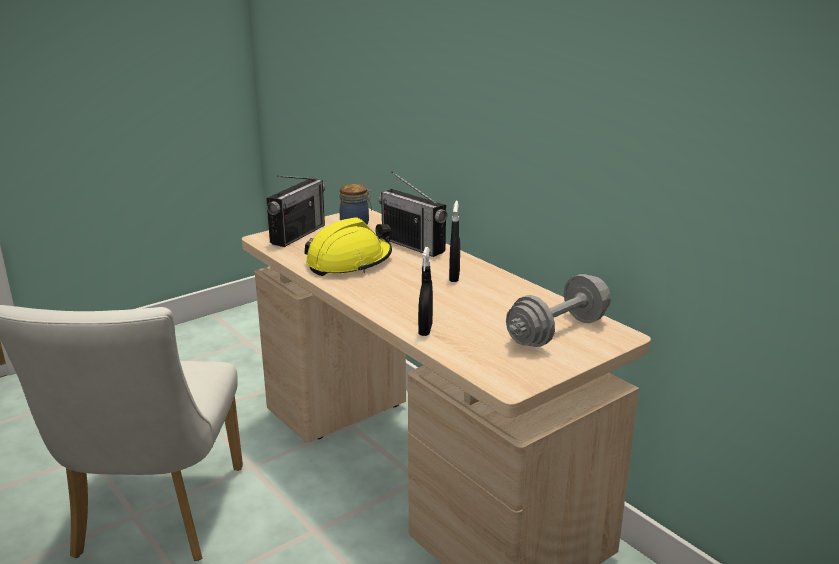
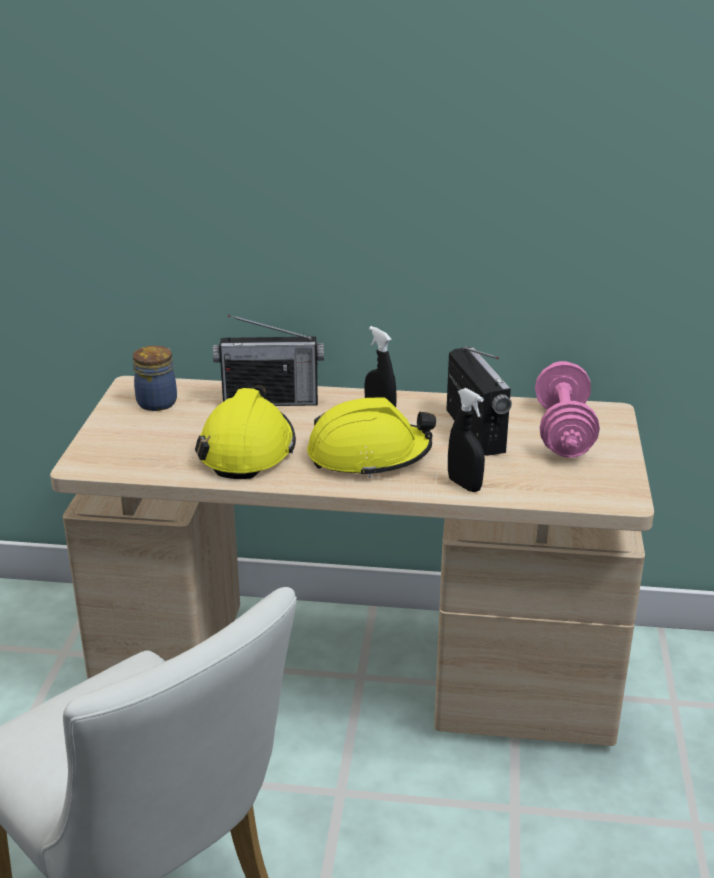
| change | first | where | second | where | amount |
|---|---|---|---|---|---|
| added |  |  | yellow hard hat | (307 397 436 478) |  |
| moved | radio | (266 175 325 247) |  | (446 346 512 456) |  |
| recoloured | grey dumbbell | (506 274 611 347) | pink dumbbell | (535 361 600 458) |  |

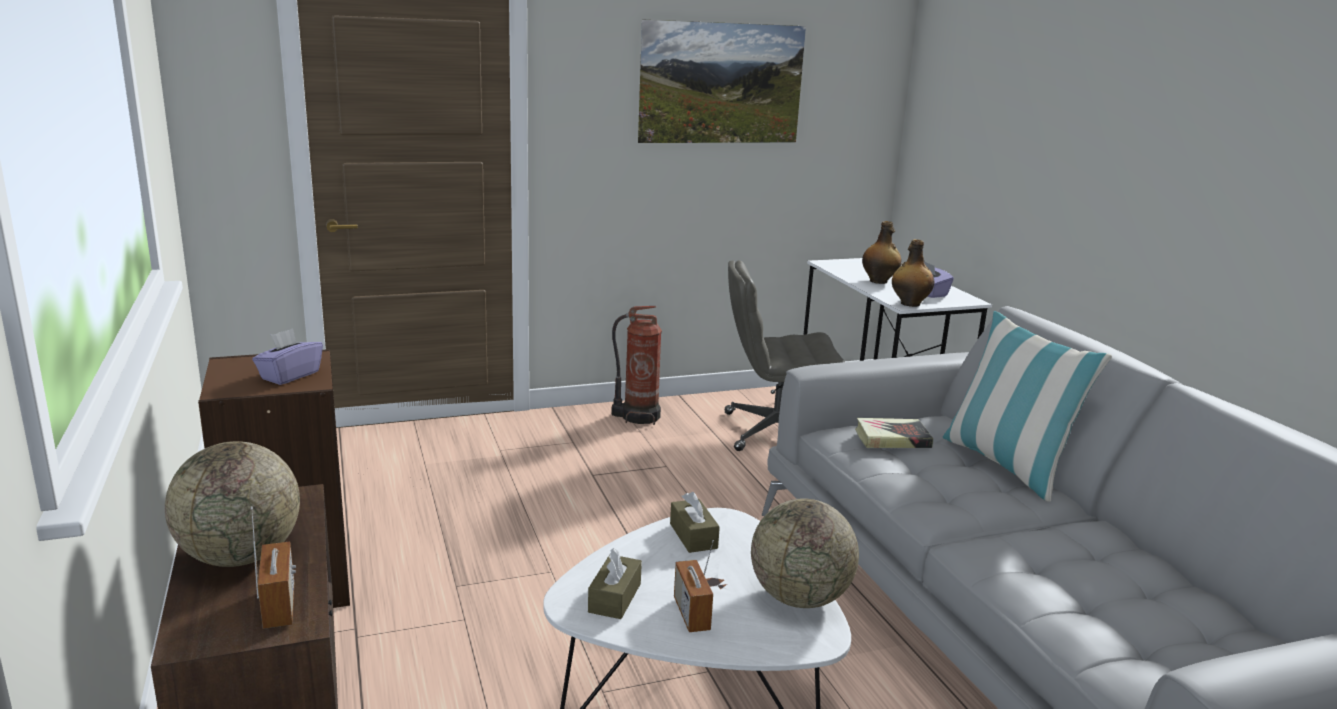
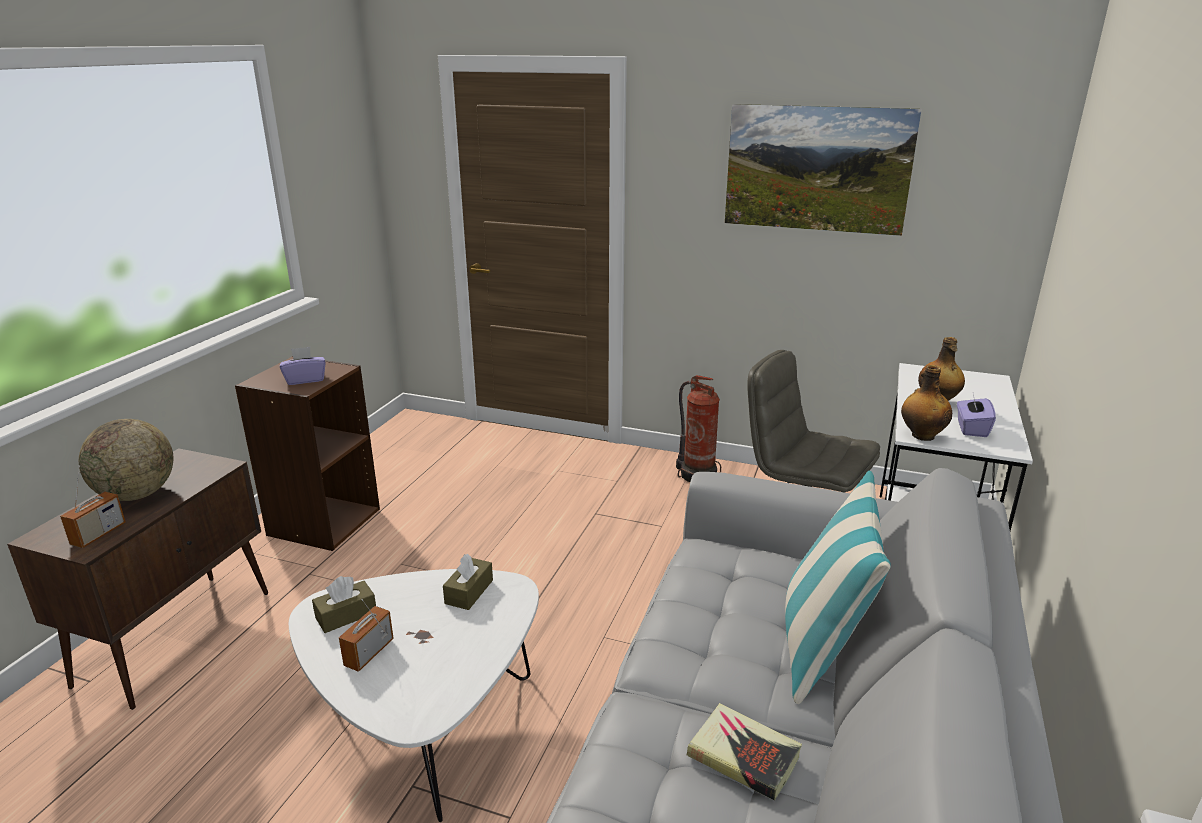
| change | first | where | second | where | amount |
|---|---|---|---|---|---|
| moved | book | (855 418 933 448) |  | (687 703 802 801) |  |
| removed | globe | (751 498 859 608) |  |  |  |

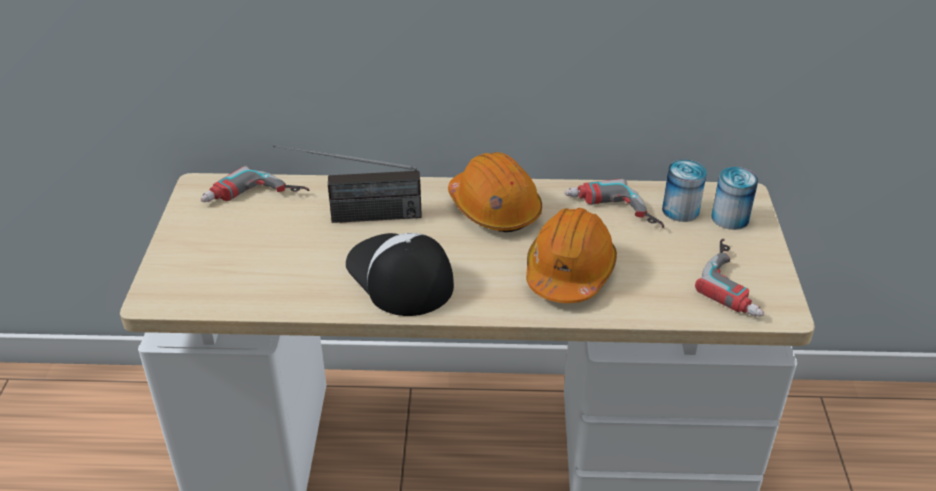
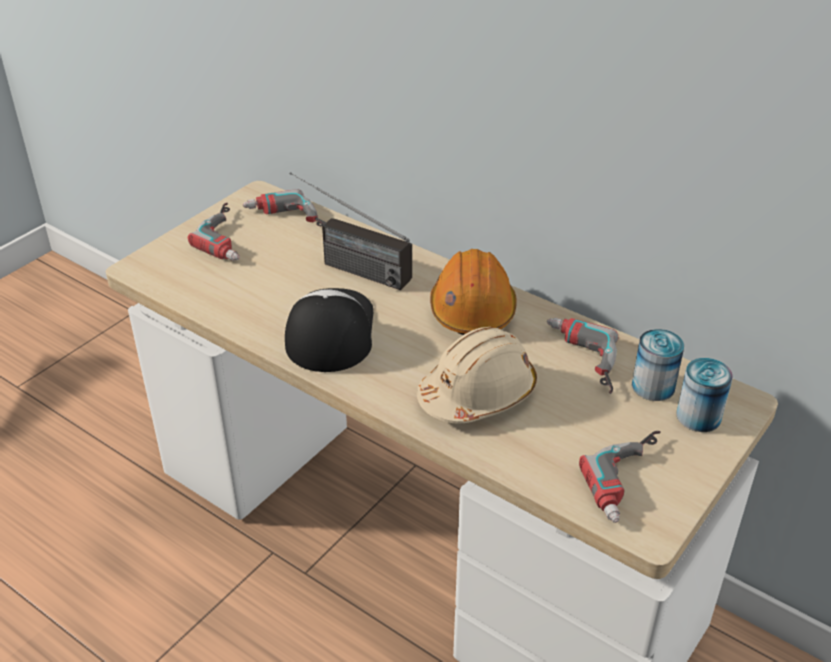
| change | first | where | second | where | amount |
|---|---|---|---|---|---|
| added |  |  | power drill | (188 203 240 261) |  |
| recoloured | orange hard hat | (526 208 617 303) | beige hard hat | (417 327 537 423) |  |

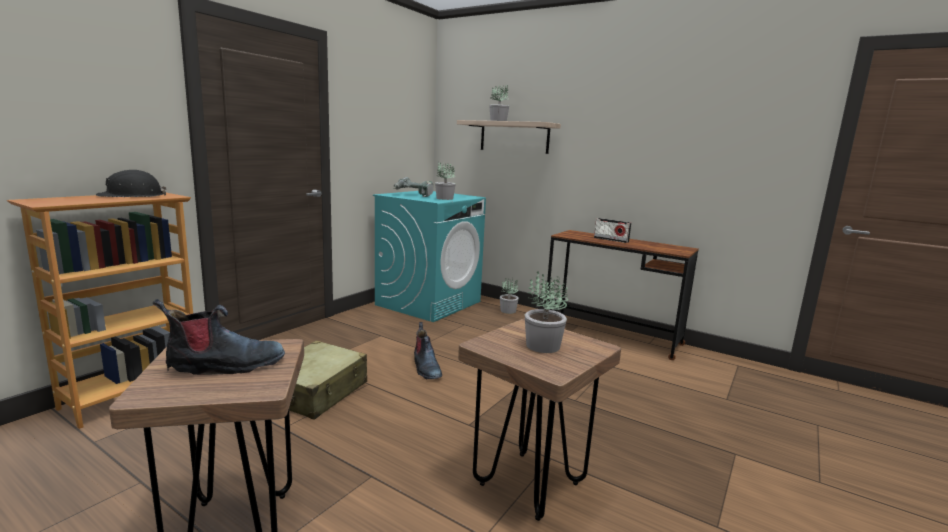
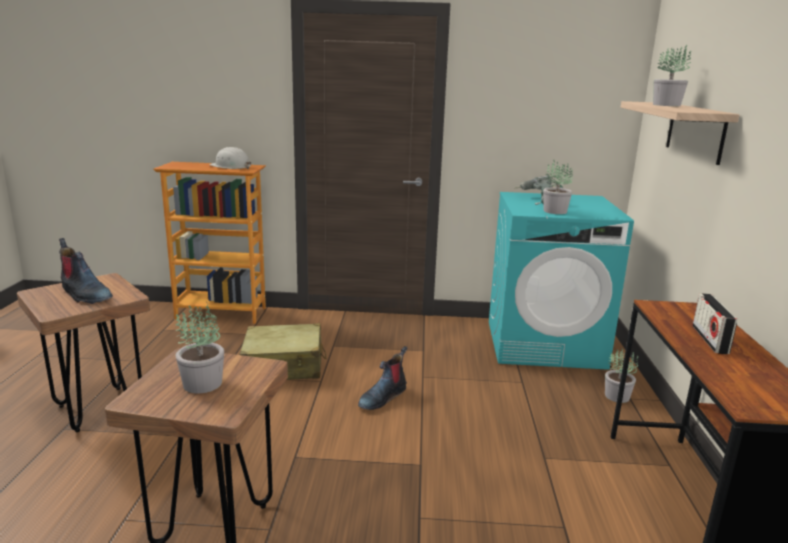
| change | first | where | second | where | amount |
|---|---|---|---|---|---|
| recoloured | black hard hat | (96 170 167 197) | white hard hat | (209 147 252 169) |  |

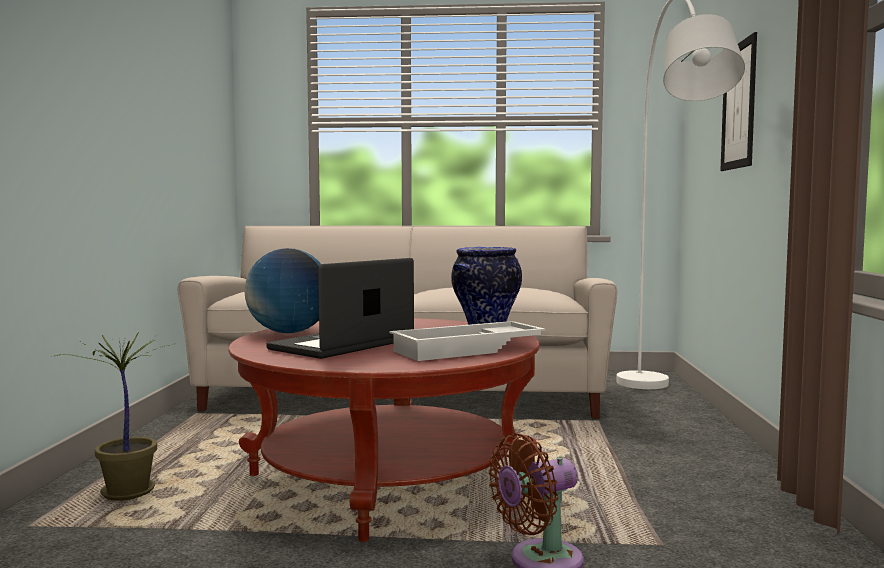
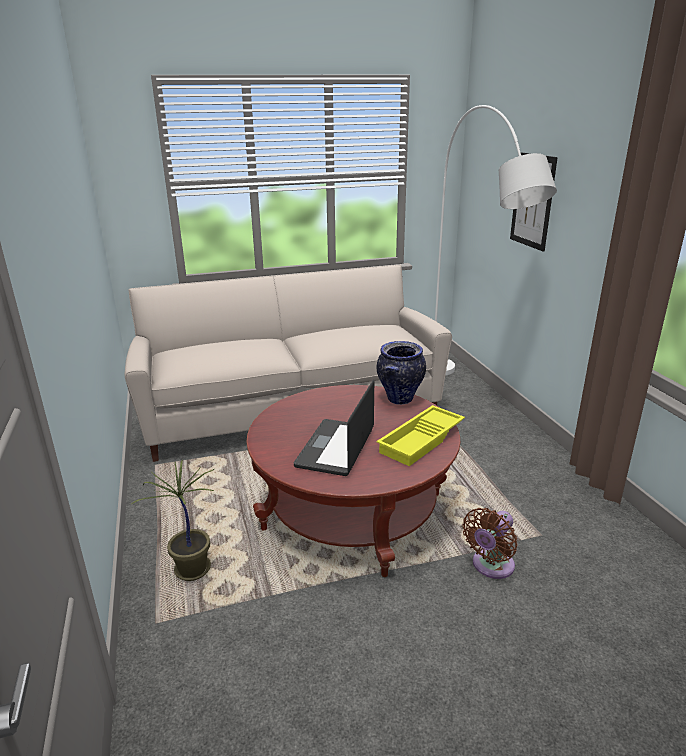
| change | first | where | second | where | amount |
|---|---|---|---|---|---|
| recoloured | white tray | (389 321 545 361) | yellow tray | (376 405 465 466) |  |
| removed | globe | (245 248 321 333) |  |  |  |

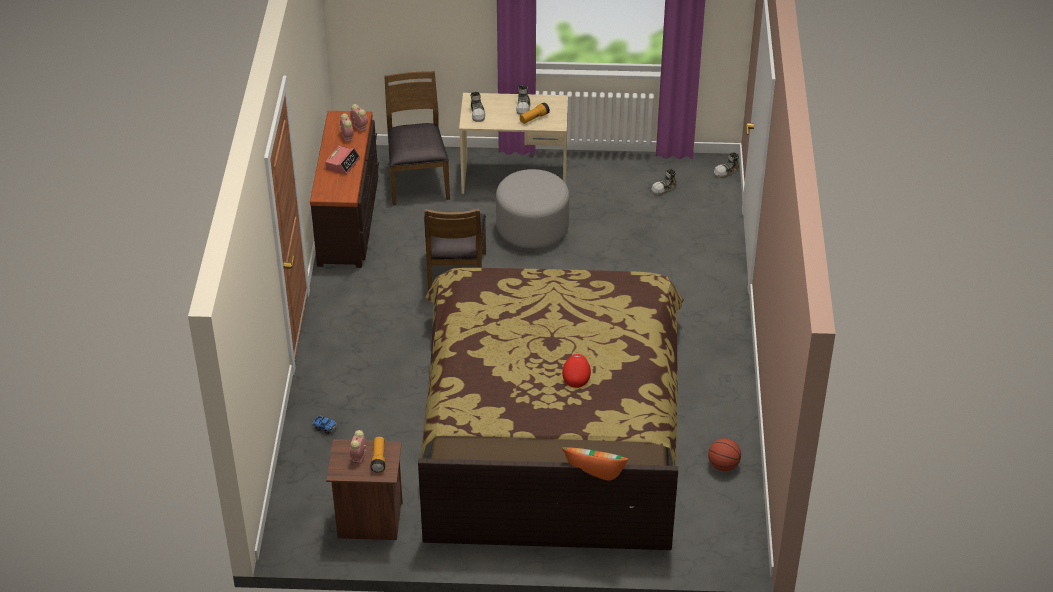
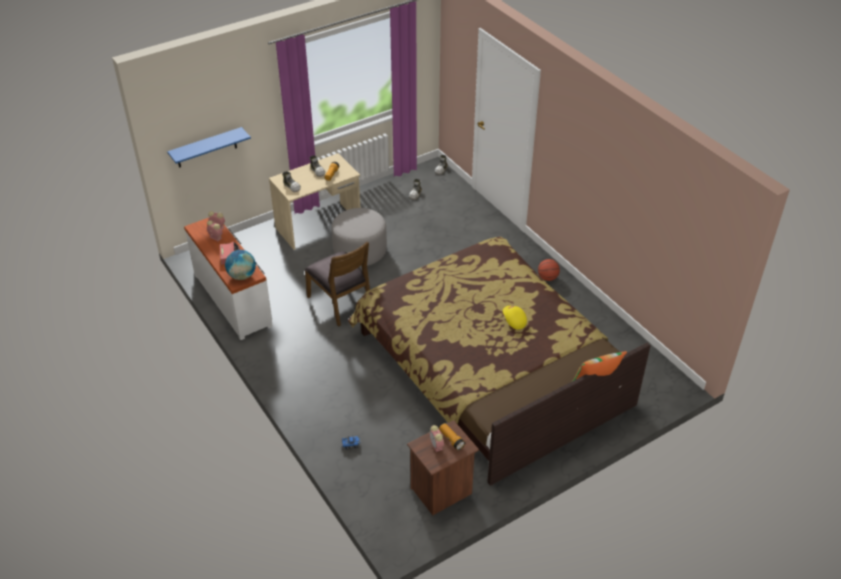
| change | first | where | second | where | amount |
|---|---|---|---|---|---|
| added |  |  | blue shelf | (167 127 251 168) |  |
| recoloured | brown dresser | (310 111 379 268) | white dresser | (184 218 273 340) |  |
| added |  |  | globe | (225 250 256 280) |  |
| recoloured | red cap | (562 354 591 388) | yellow cap | (503 306 527 330) |  |
| moved | basketball | (708 438 741 471) |  | (538 259 560 281) |  |
| removed | brown chair | (384 71 450 205) |  |  |  |

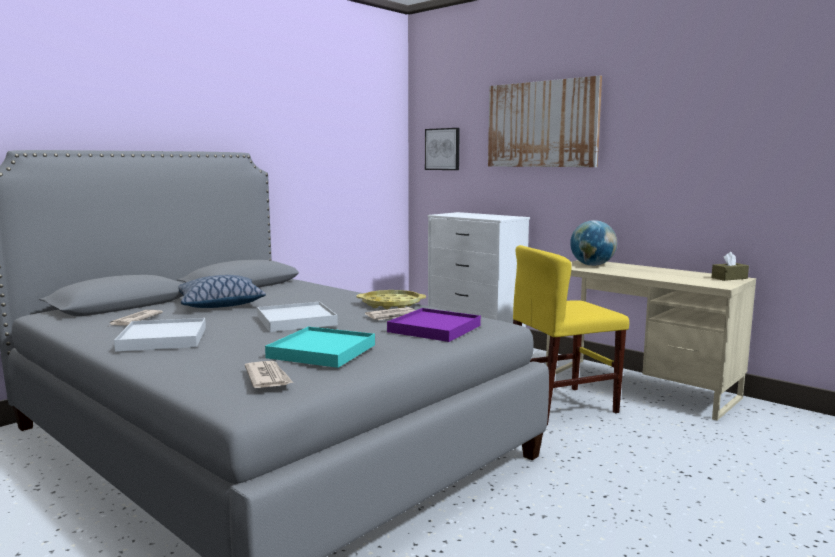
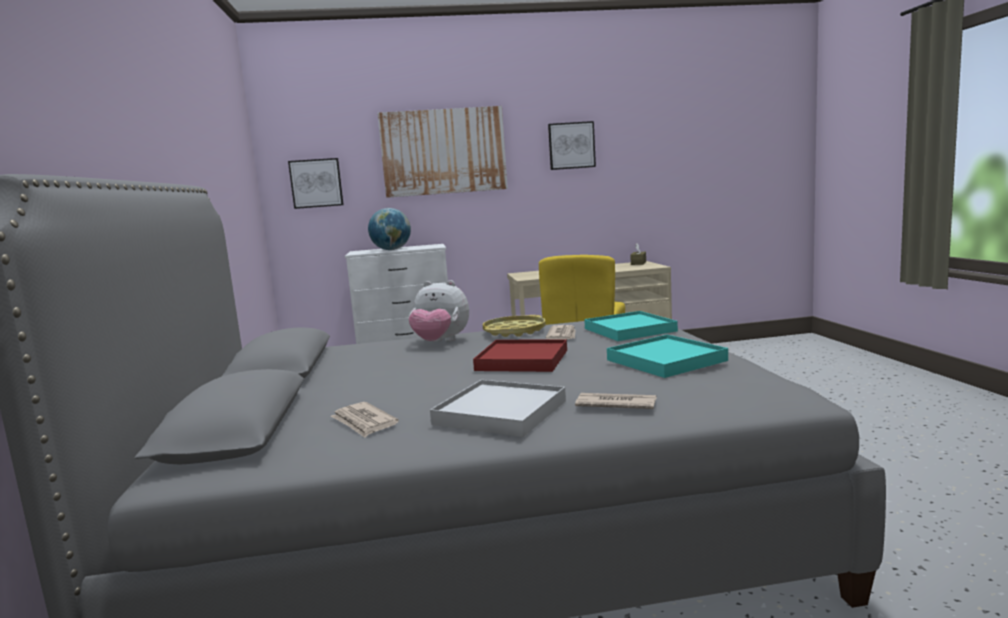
| change | first | where | second | where | amount |
|---|---|---|---|---|---|
| moved | globe | (570 220 617 266) |  | (368 208 411 250) |  |
| added |  |  | plush toy | (409 280 469 342) |  |
| recoloured | white tray | (257 302 338 332) | red tray | (473 339 567 372) |  |
| added |  |  | picture | (548 121 596 170) |  |
| moved | newspaper | (245 361 293 388) |  | (575 393 657 409) |  |
| recoloured | purple tray | (387 308 481 342) | turquoise tray | (584 311 678 341) |  |
| removed | pillow | (178 275 266 308) |  |  |  |

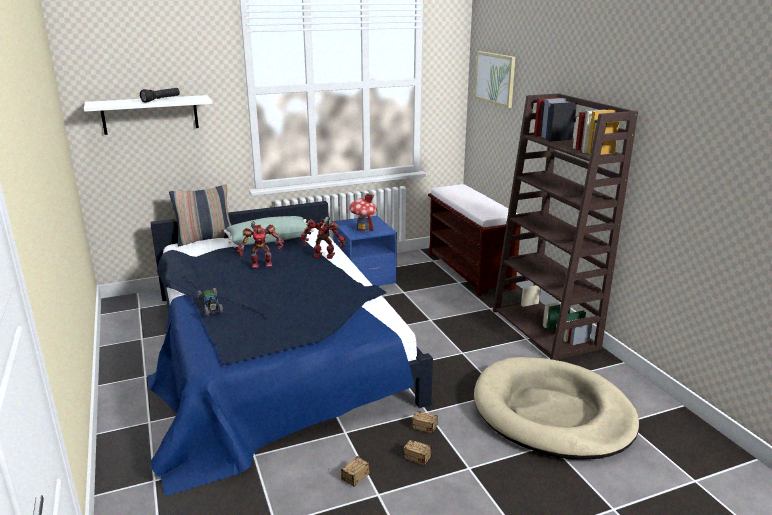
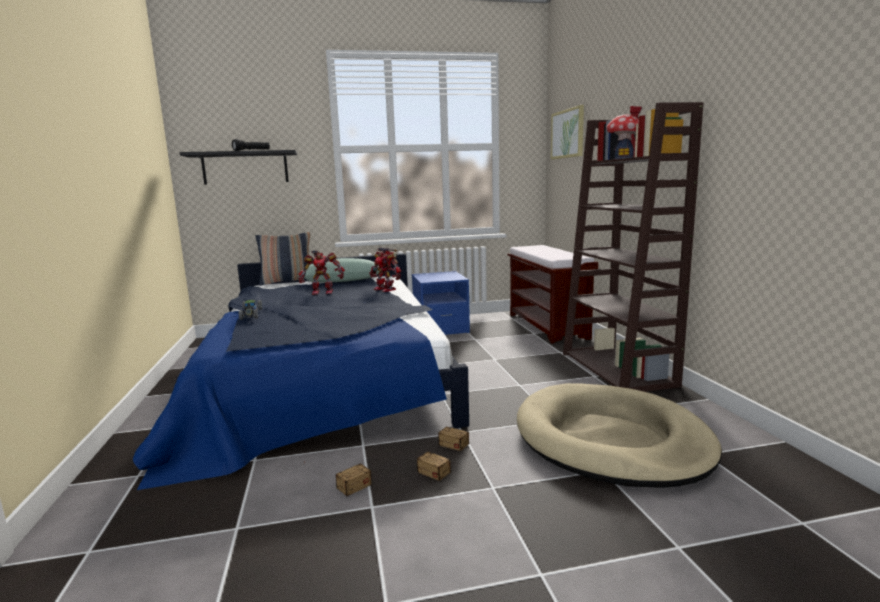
| change | first | where | second | where | amount |
|---|---|---|---|---|---|
| recoloured | white shelf | (84 95 212 135) | black shelf | (179 150 297 185) |  |
| turned | toy robot | (301 217 346 259) |  | (369 248 401 292) | 150 degrees counterclockwise |
| moved | toy house | (349 193 377 232) |  | (606 106 642 159) |  |

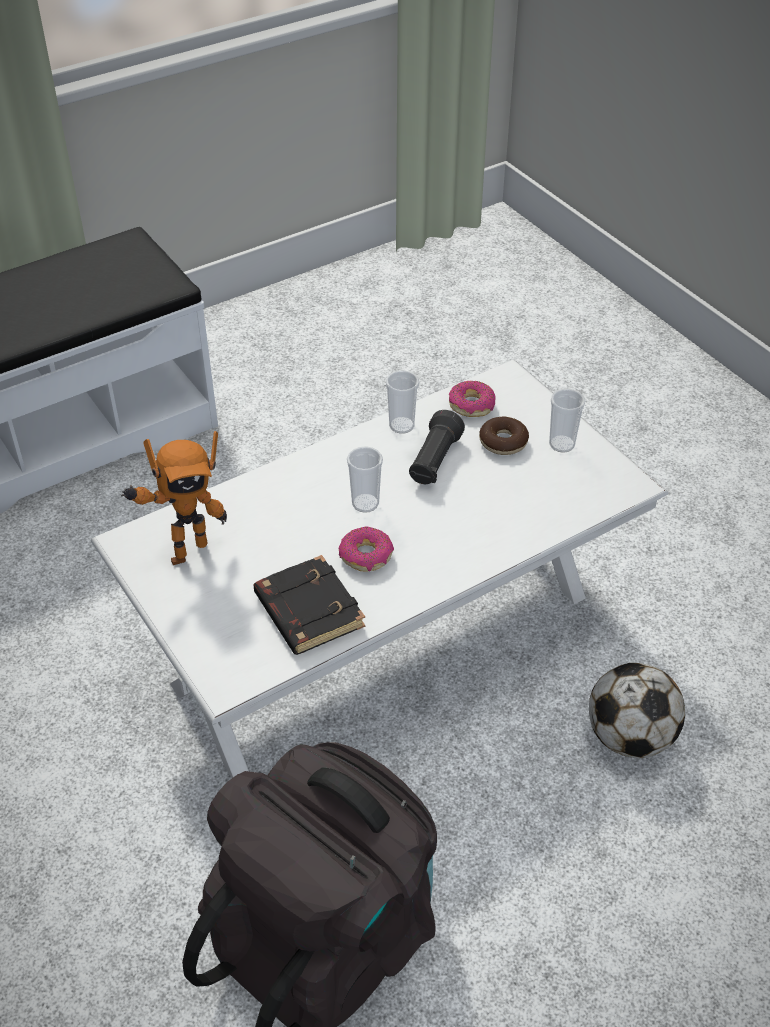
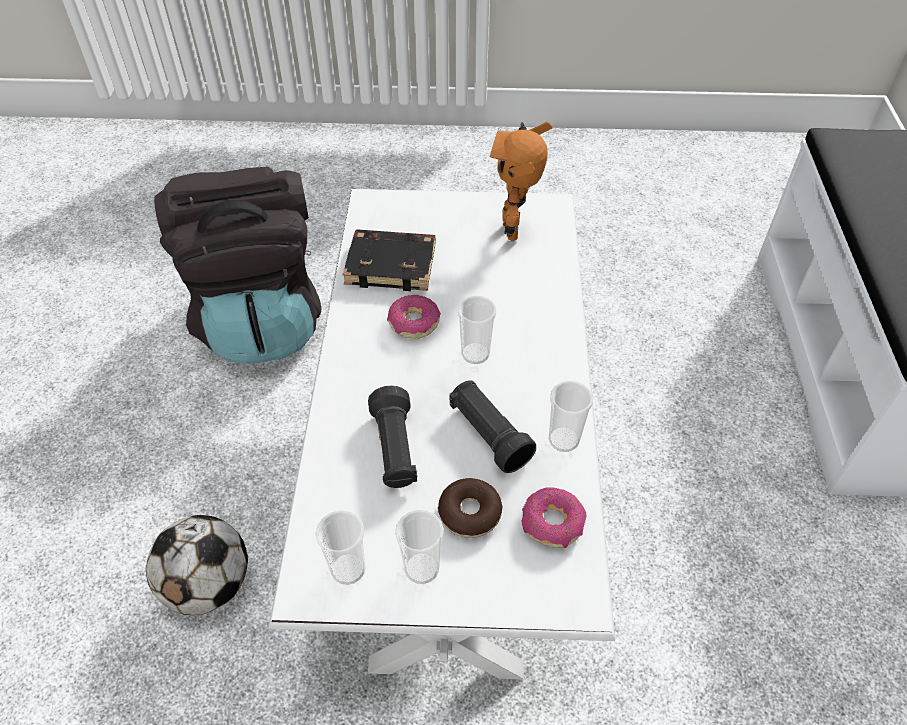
| change | first | where | second | where | amount |
|---|---|---|---|---|---|
| added |  |  | cup | (315 510 366 585) |  |
| added |  |  | black flashlight | (368 386 418 488) |  |

